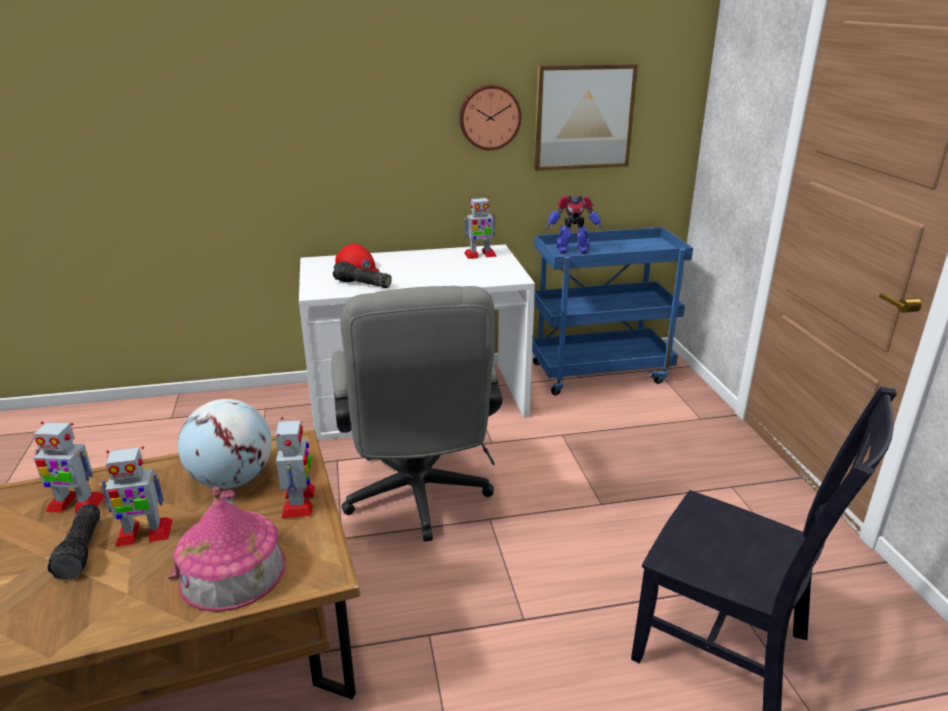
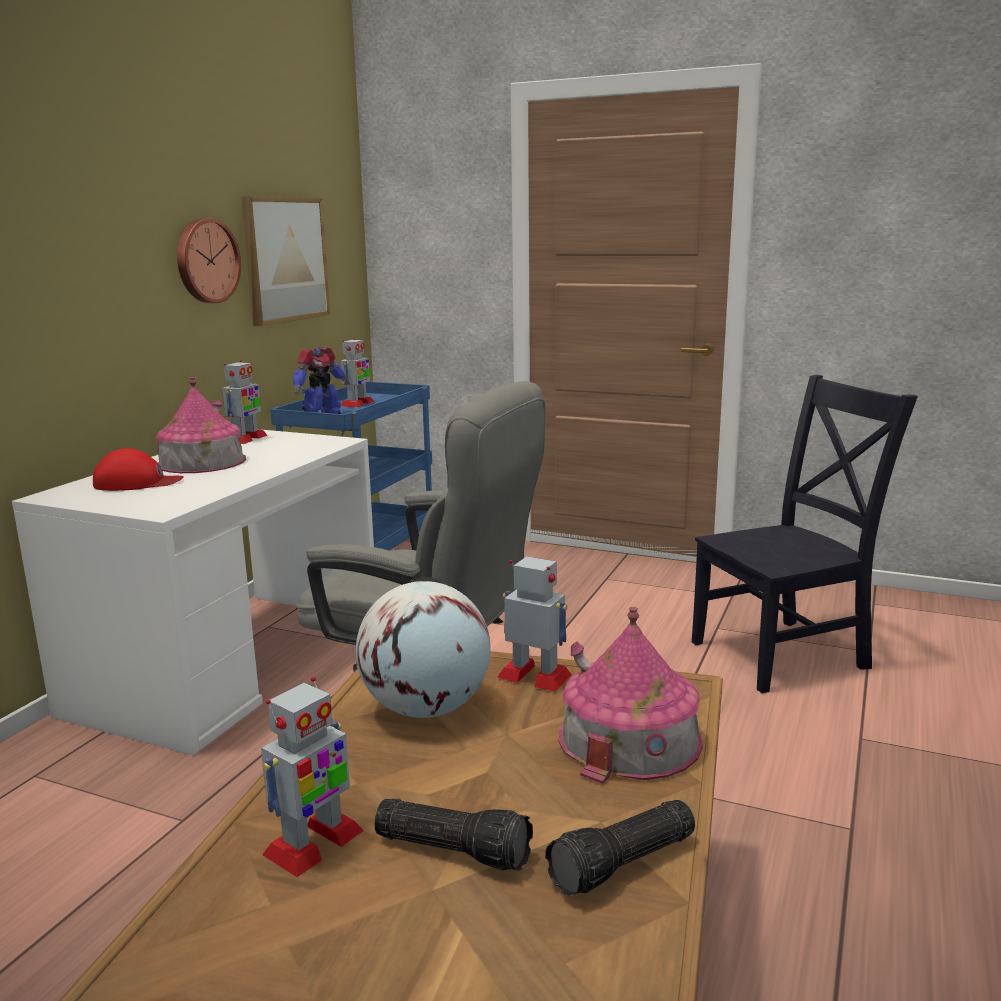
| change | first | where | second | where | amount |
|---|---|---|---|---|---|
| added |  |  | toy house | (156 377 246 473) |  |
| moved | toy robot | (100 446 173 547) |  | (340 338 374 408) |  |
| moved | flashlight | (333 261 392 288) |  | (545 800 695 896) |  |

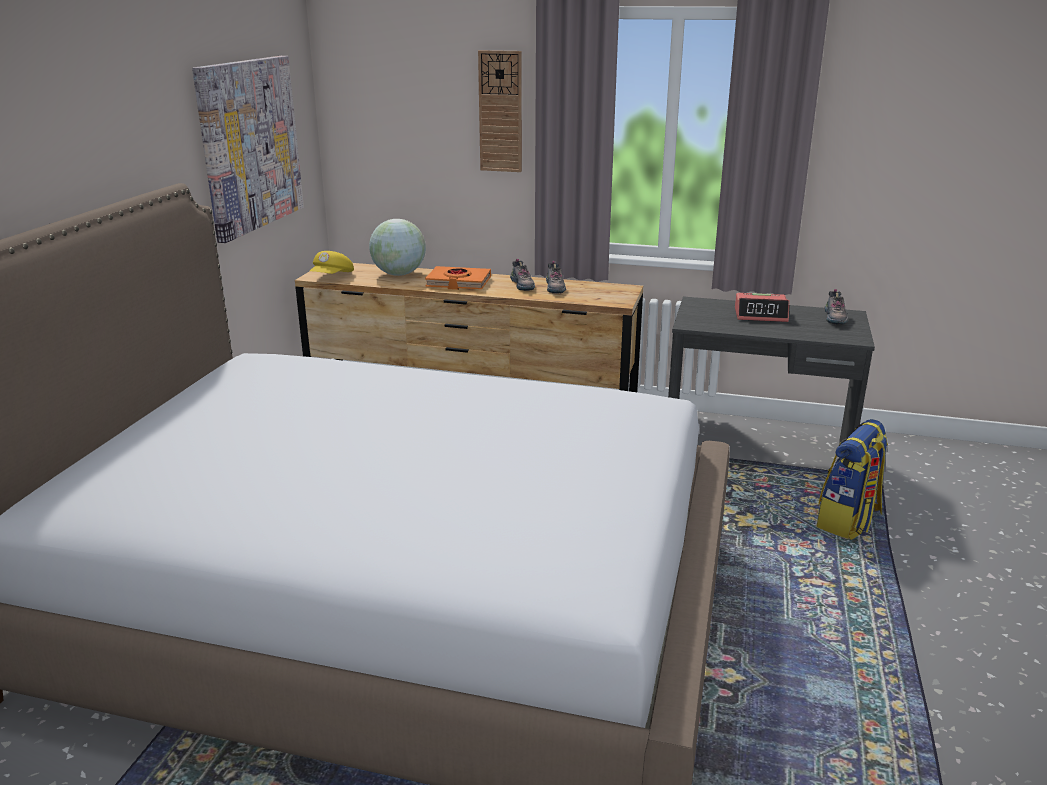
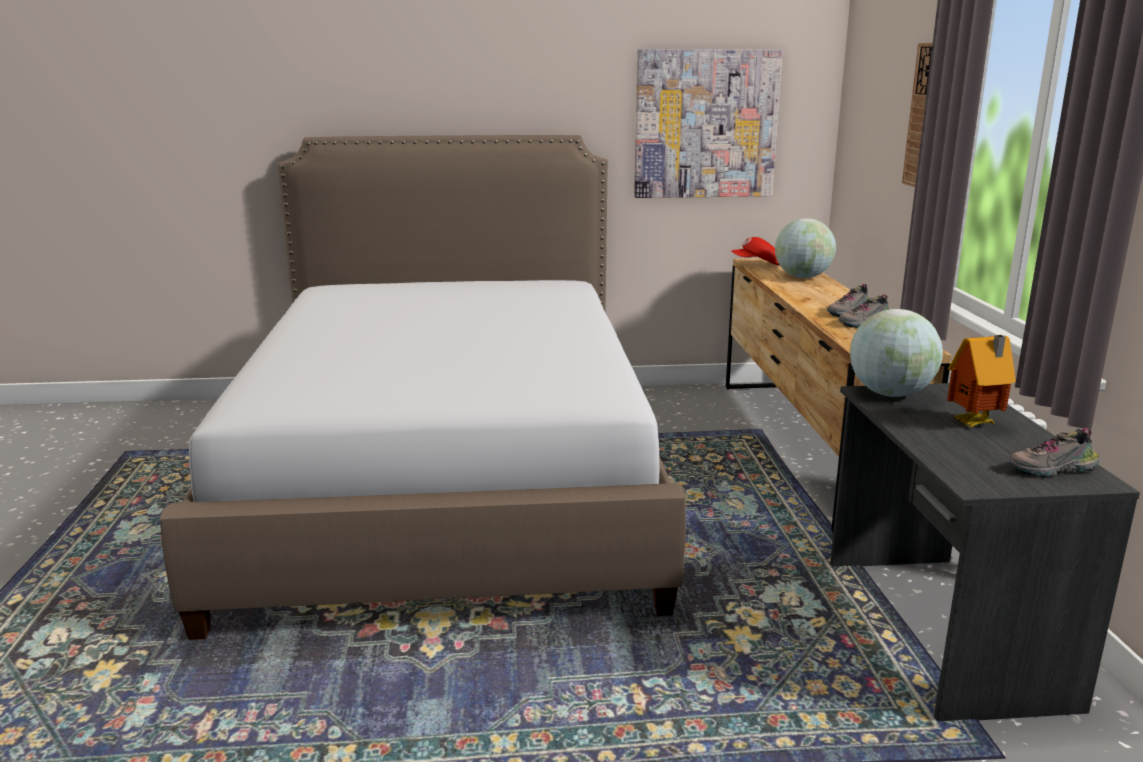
| change | first | where | second | where | amount |
|---|---|---|---|---|---|
| recoloured | yellow cap | (310 251 354 274) | red cap | (731 237 779 265) |  |
| added |  |  | globe | (850 309 943 397) |  |
| replaced | alarm clock | (735 293 789 322) | toy house | (947 335 1016 427) |  |
| removed | orange book | (425 266 491 290) |  |  |  |
| removed | backpack | (817 419 888 540) |  |  |  |

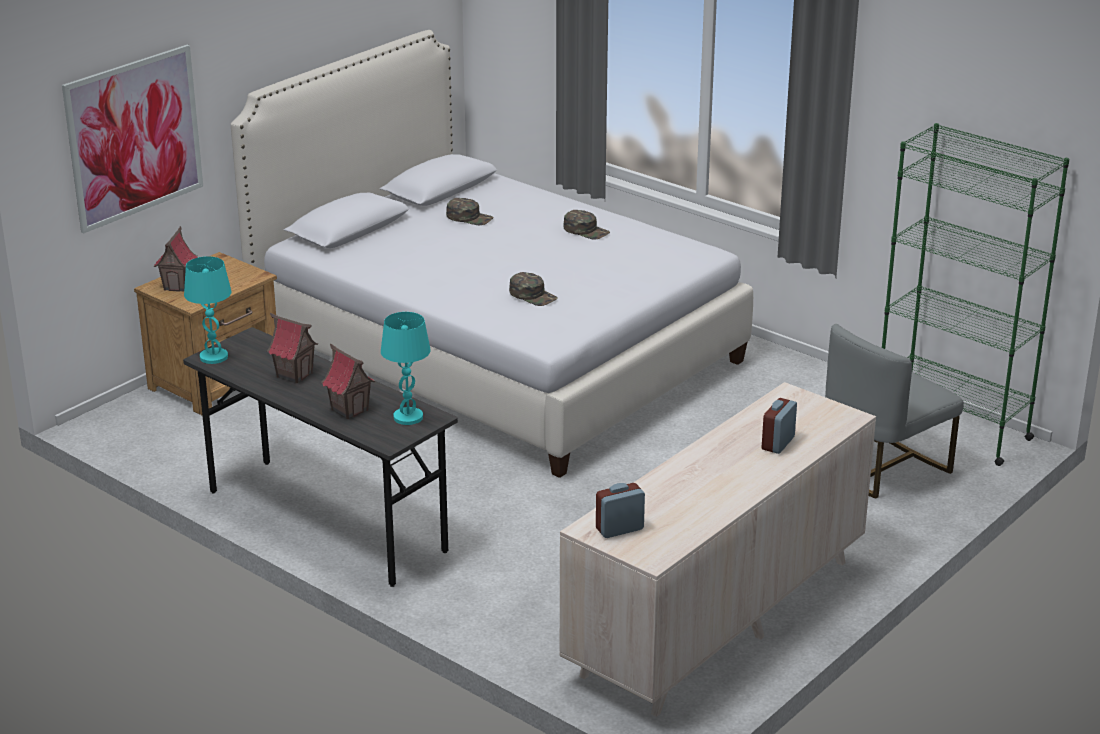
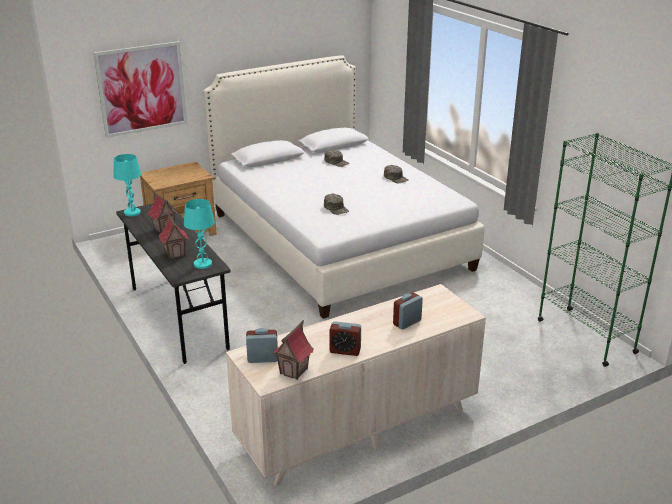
| change | first | where | second | where | amount |
|---|---|---|---|---|---|
| moved | toy house | (154 226 197 292) |  | (273 320 314 380) |  |
| added |  |  | alarm clock | (330 321 361 356) |  |
| removed | grey chair | (825 324 964 499) |  |  |  |

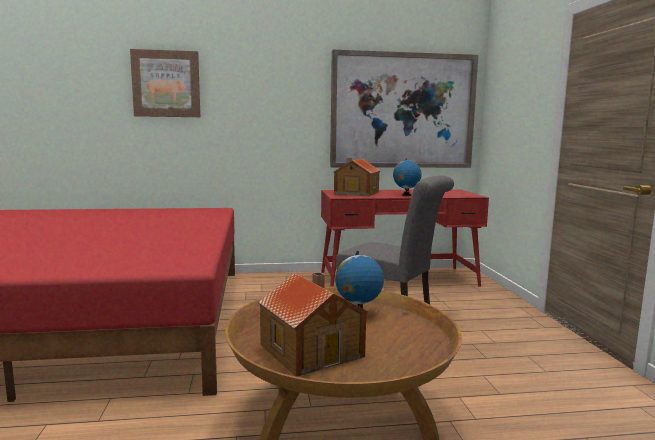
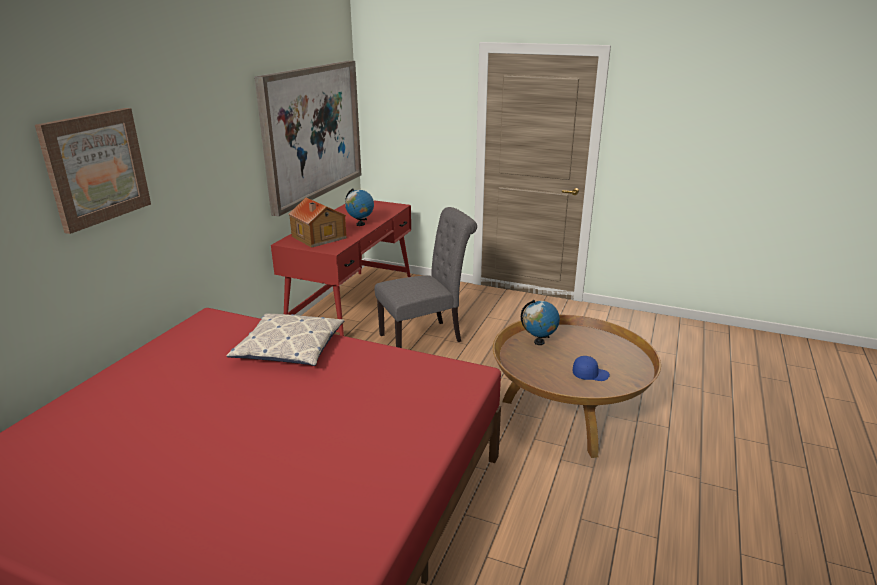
| change | first | where | second | where | amount |
|---|---|---|---|---|---|
| added |  |  | pillow | (227 313 345 366) |  |
| replaced | toy house | (258 272 368 377) | blue cap | (573 356 610 381) |  |

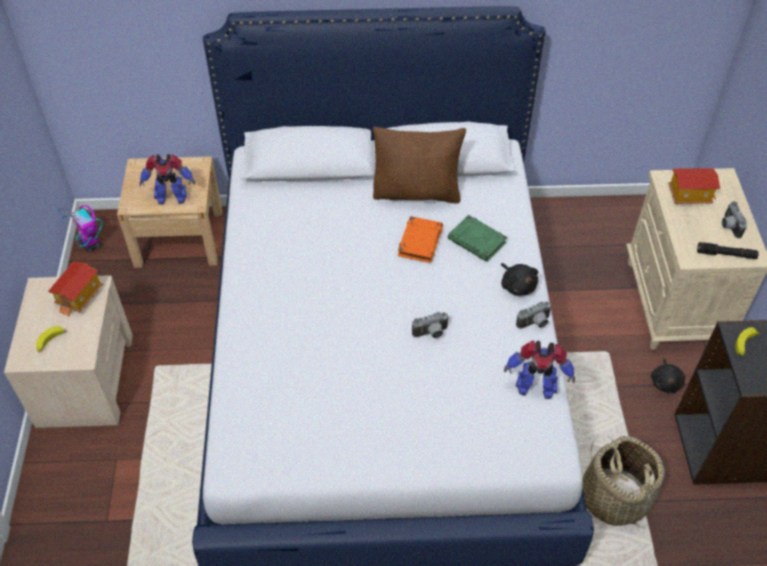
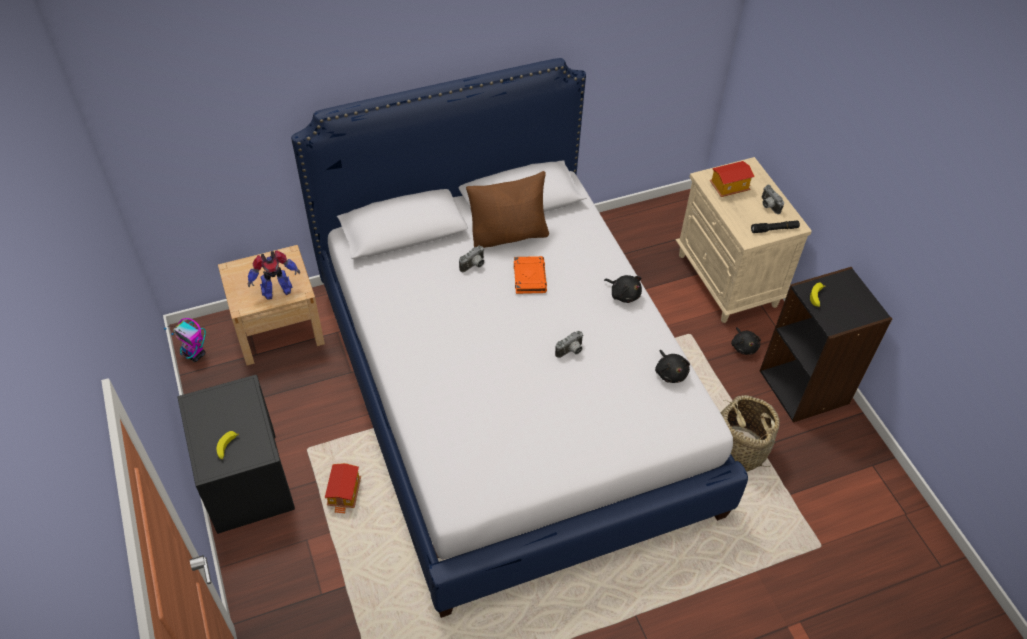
| change | first | where | second | where | amount |
|---|---|---|---|---|---|
| recoloured | beige nightstand | (4 276 133 428) | black nightstand | (177 375 295 534) |  |
| moved | toy house | (48 262 103 316) |  | (325 463 361 513) |  |
| moved | photo camera | (516 301 552 329) |  | (459 246 484 272) |  |
| replaced | toy robot | (504 340 575 399) | black plush toy | (655 350 690 383) |  |
| removed | green book | (448 215 507 262) |  |  |  |

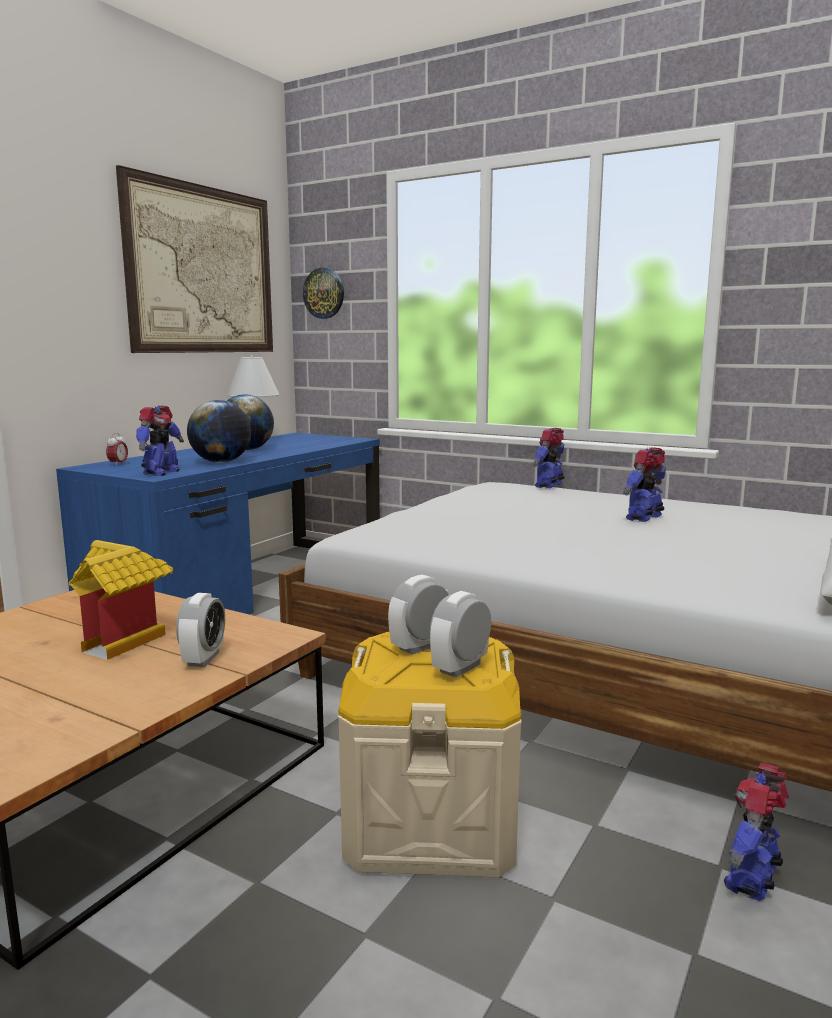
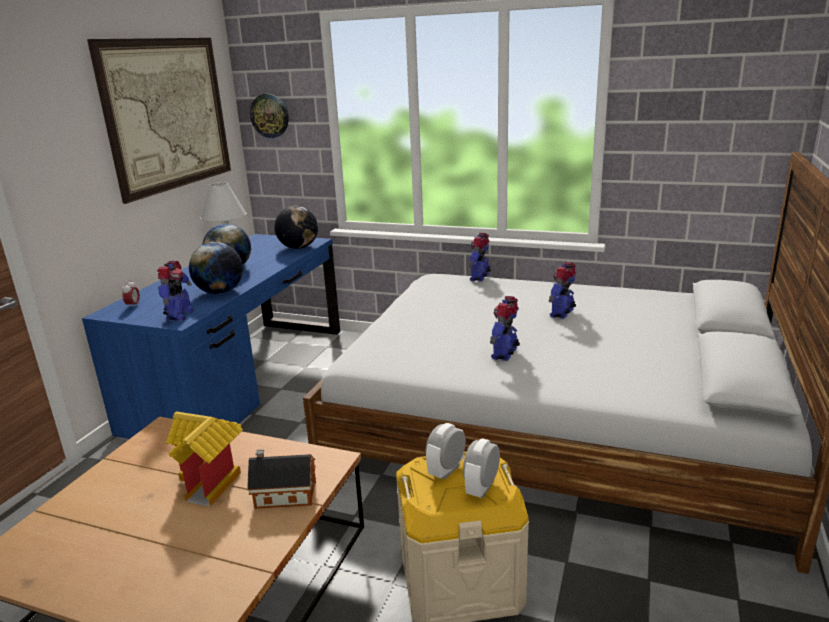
| change | first | where | second | where | amount |
|---|---|---|---|---|---|
| replaced | alarm clock | (176 593 225 667) | toy house | (247 449 316 509) |  |
| added |  |  | globe | (274 206 318 249) |  |
| moved | toy robot | (724 763 789 901) |  | (490 296 520 361) |  |

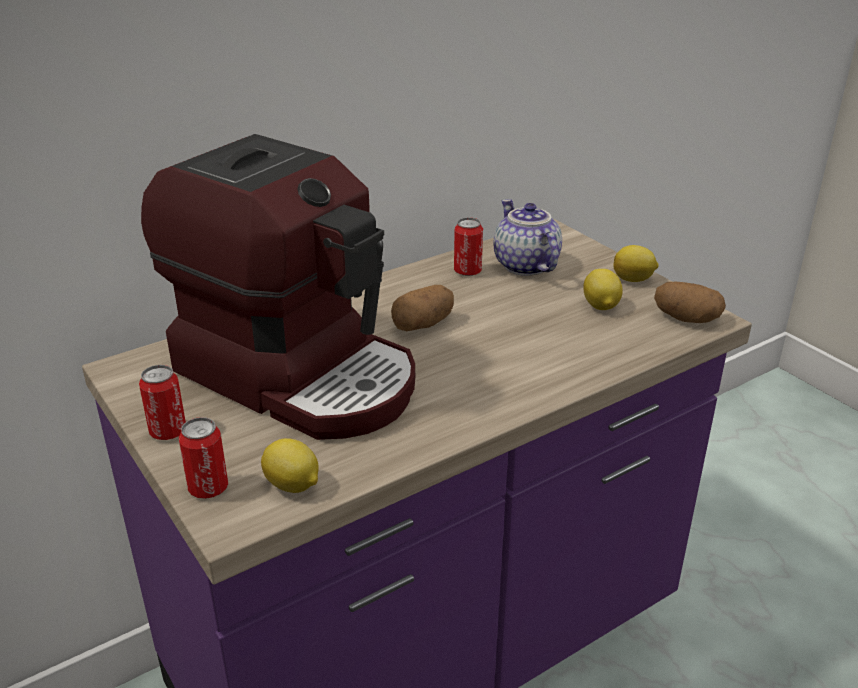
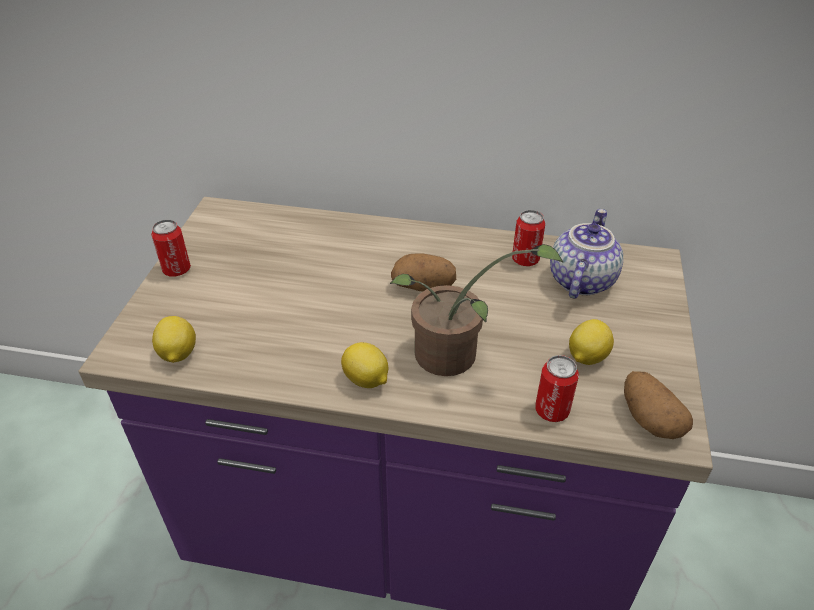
| change | first | where | second | where | amount |
|---|---|---|---|---|---|
| moved | lemon | (613 245 659 282) |  | (341 342 388 388) |  |
| added |  |  | potted plant | (390 244 563 376) |  |
| moved | can | (179 417 228 499) |  | (535 355 579 422) |  |
| removed | coffee machine | (141 134 415 440) |  |  |  |

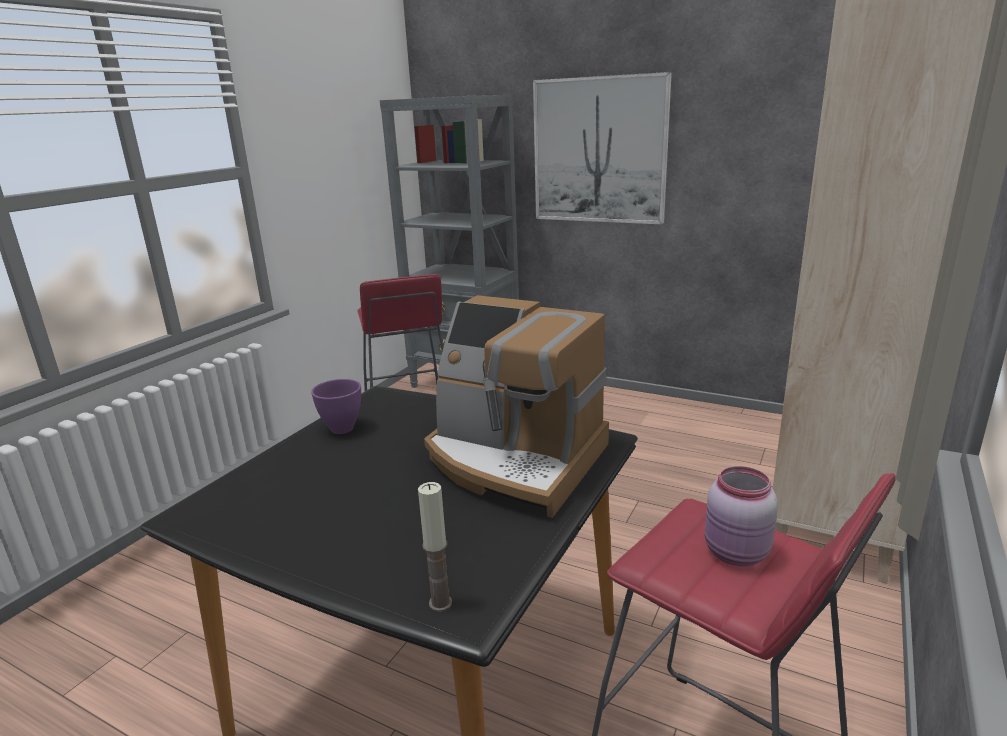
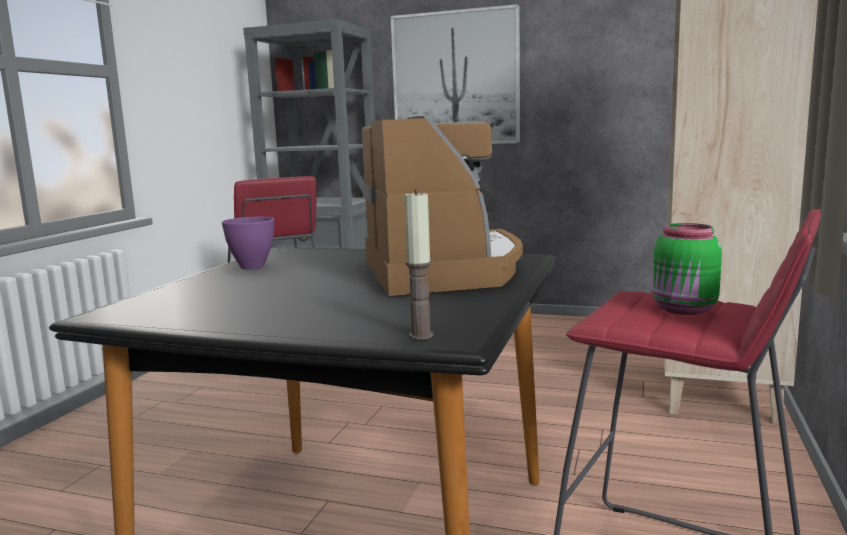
| change | first | where | second | where | amount |
|---|---|---|---|---|---|
| turned | coffee machine | (424 295 609 518) |  | (362 116 523 296) | 120 degrees counterclockwise |
| recoloured | pink jar | (705 466 778 566) | green jar | (652 223 722 315) |  |

